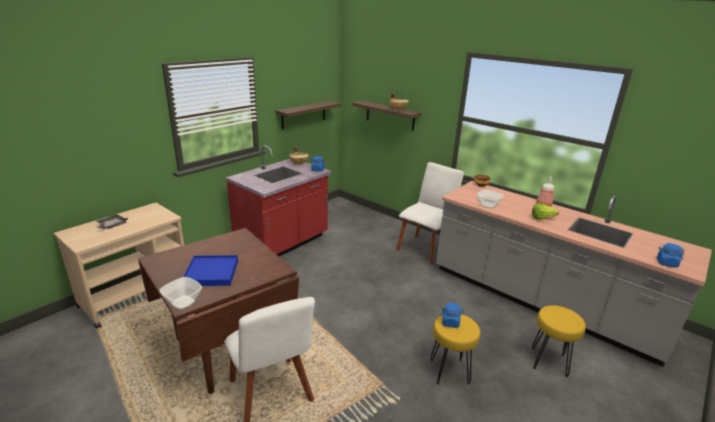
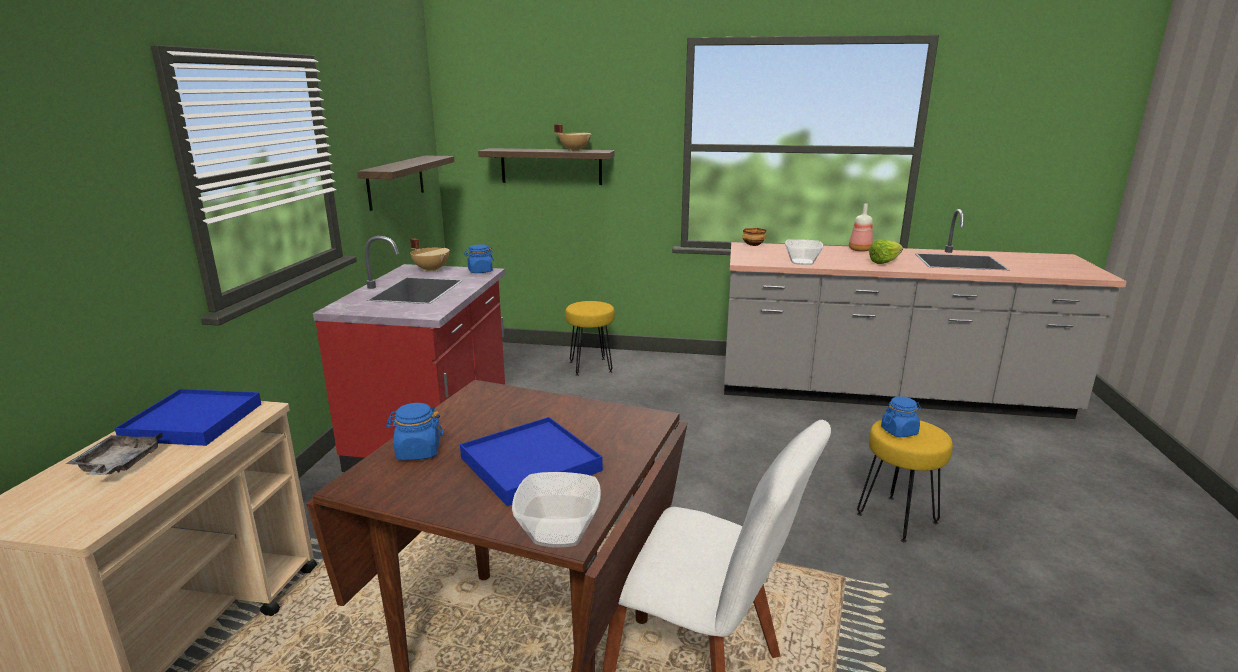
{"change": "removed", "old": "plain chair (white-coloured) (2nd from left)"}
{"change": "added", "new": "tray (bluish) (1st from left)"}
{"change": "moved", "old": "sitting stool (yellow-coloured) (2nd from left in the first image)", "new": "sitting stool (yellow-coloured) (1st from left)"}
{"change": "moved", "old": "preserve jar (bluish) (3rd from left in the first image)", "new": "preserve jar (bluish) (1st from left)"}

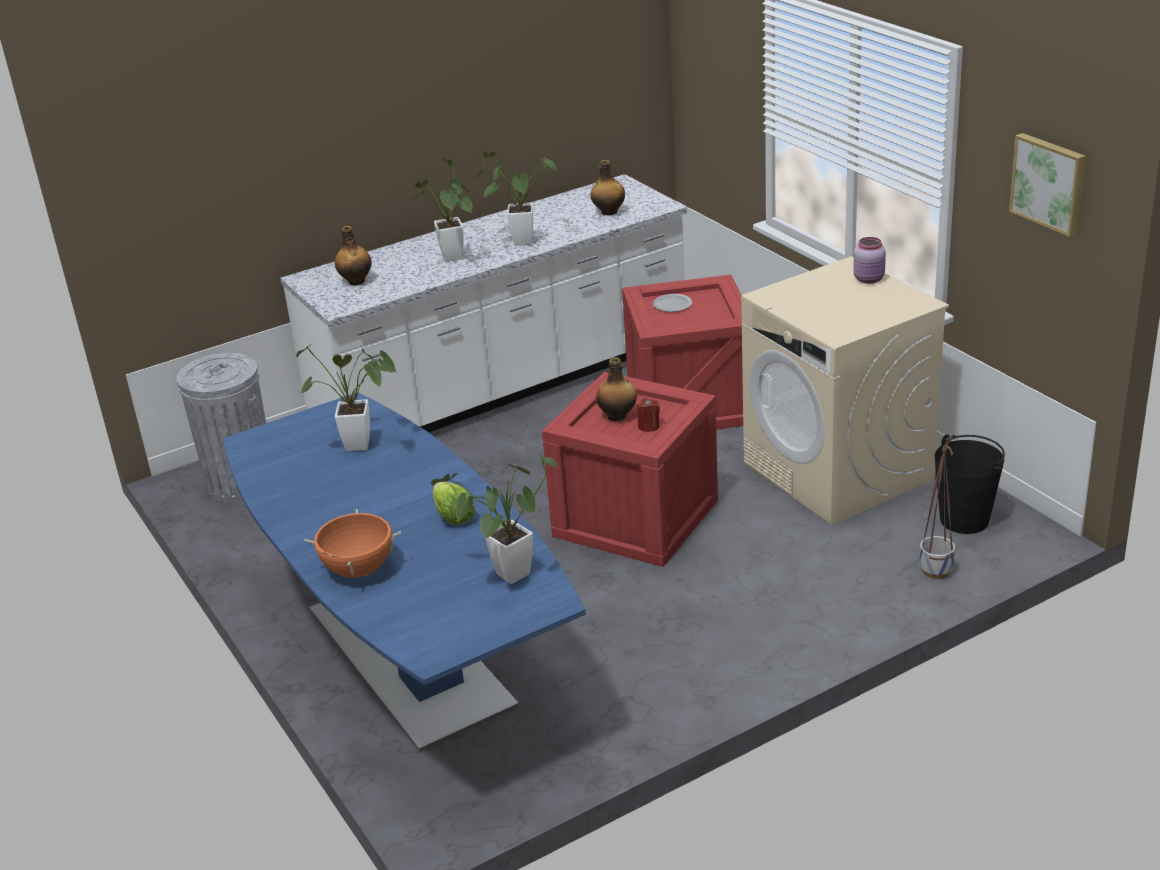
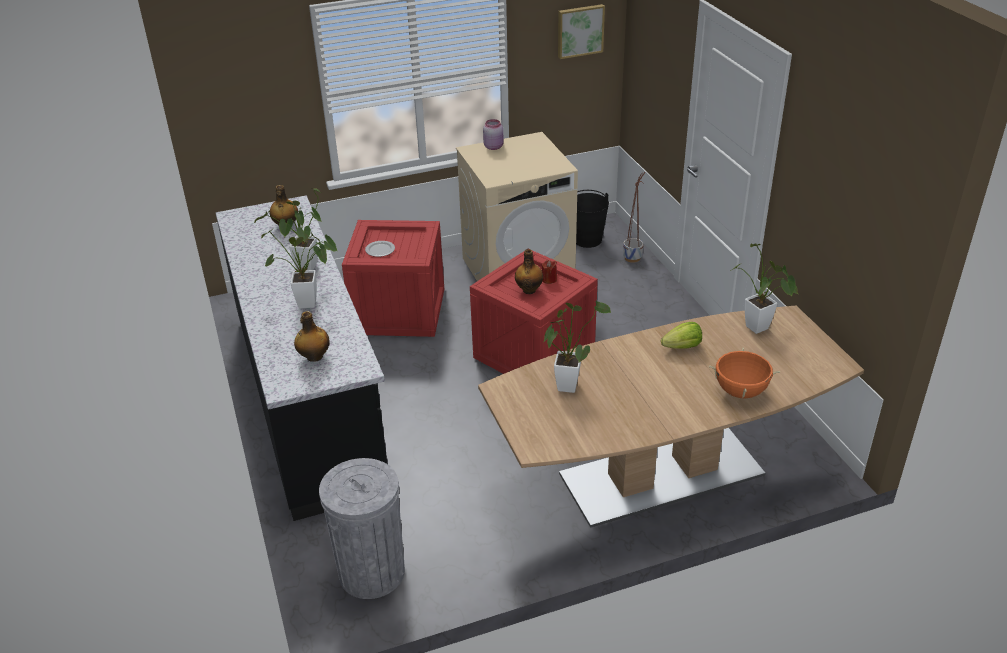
{"change": "recoloured", "old": "kitchen table (bluish)", "new": "kitchen table (brown)"}
{"change": "recoloured", "old": "kitchen counter (white-coloured)", "new": "kitchen counter (blackish)"}

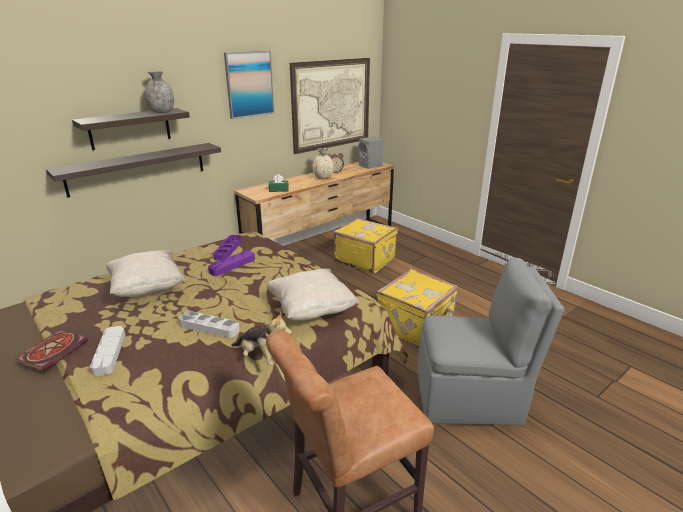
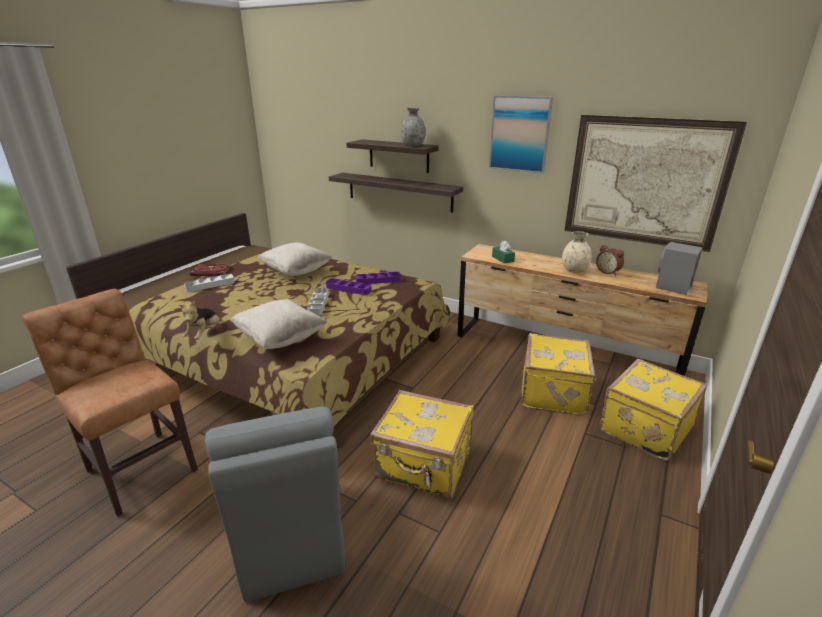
{"change": "added", "new": "travel case (yellow-coloured) (3rd from left)"}
{"change": "moved", "old": "tray (gray) (2nd from left)"}

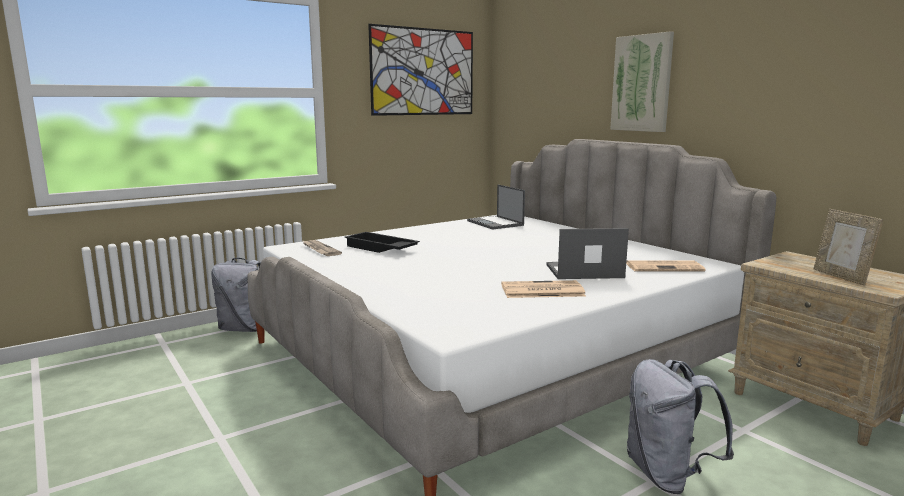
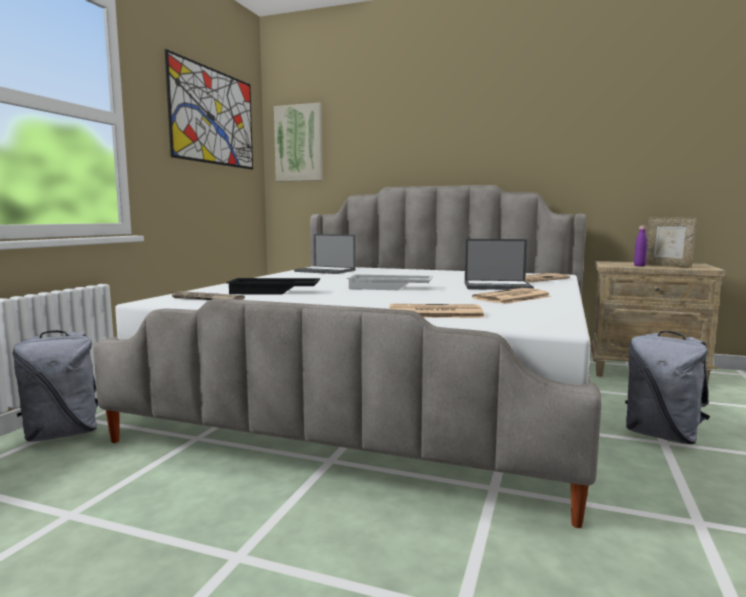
{"change": "added", "new": "tray (white-coloured)"}
{"change": "added", "new": "newspaper (2nd from left)"}
{"change": "added", "new": "bottle (purple-coloured)"}
{"change": "moved", "old": "picture (2nd from left)"}
{"change": "turned", "old": "laptop (2nd from left)", "degrees": -135}

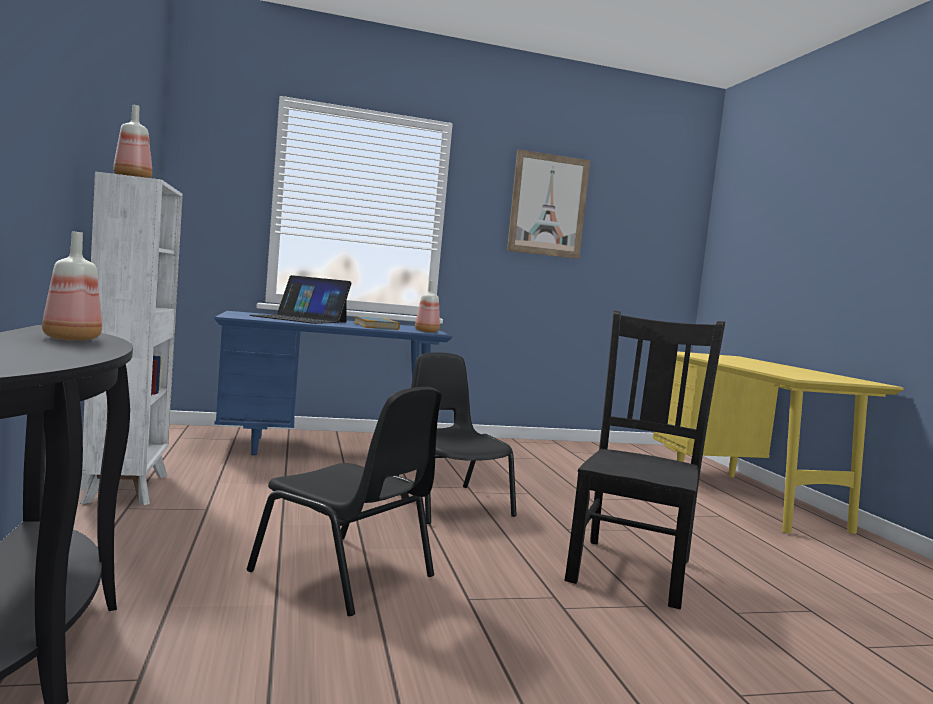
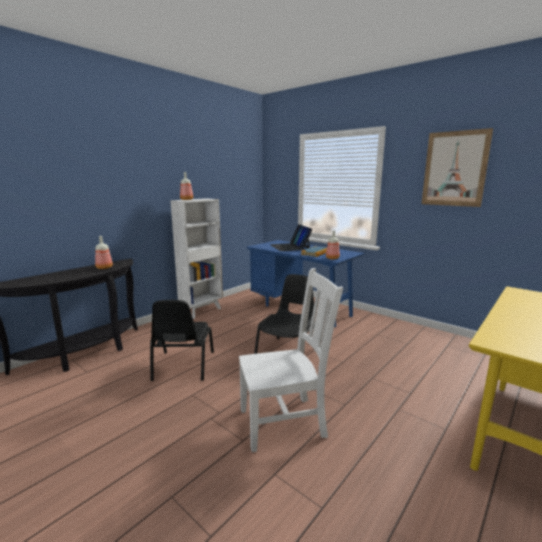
{"change": "recoloured", "old": "plain chair (blackish) (3rd from left)", "new": "plain chair (white-coloured)"}

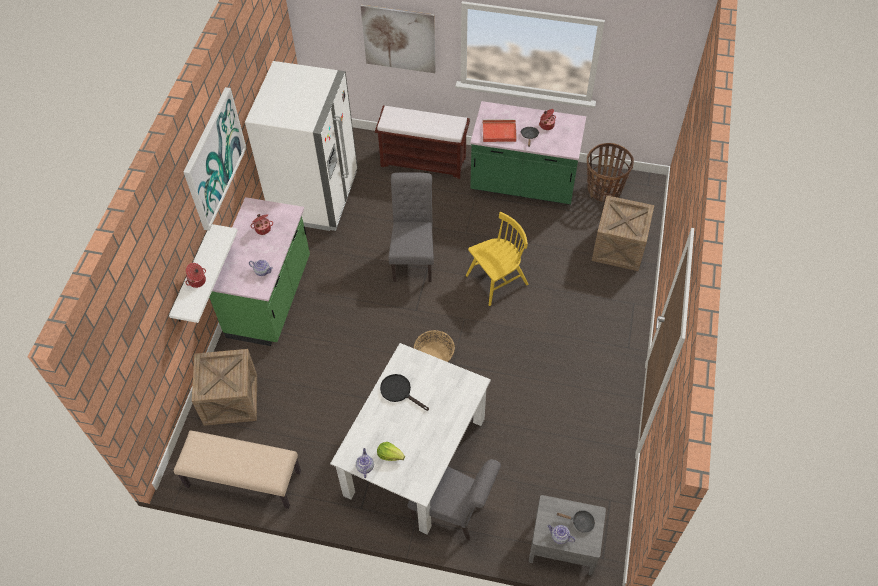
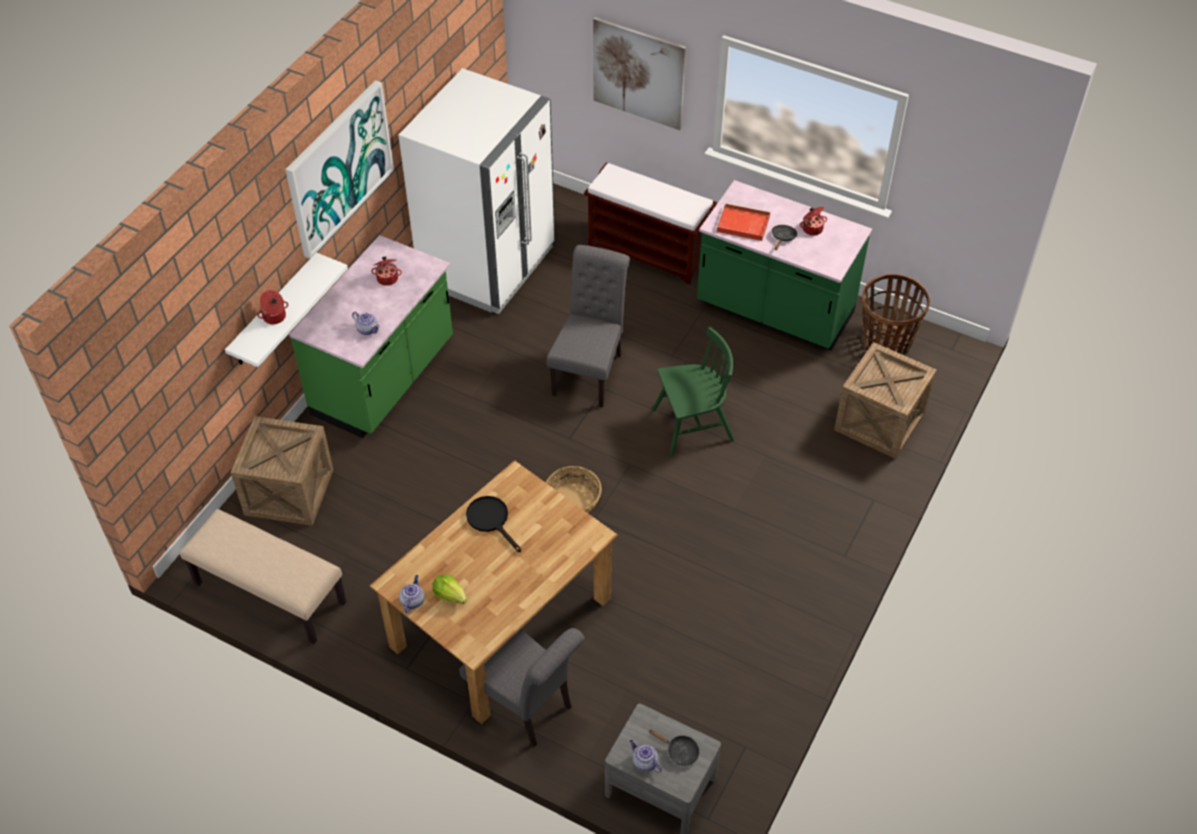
{"change": "recoloured", "old": "kitchen table (white-coloured)", "new": "kitchen table (brown)"}
{"change": "recoloured", "old": "plain chair (yellow-coloured)", "new": "plain chair (green)"}

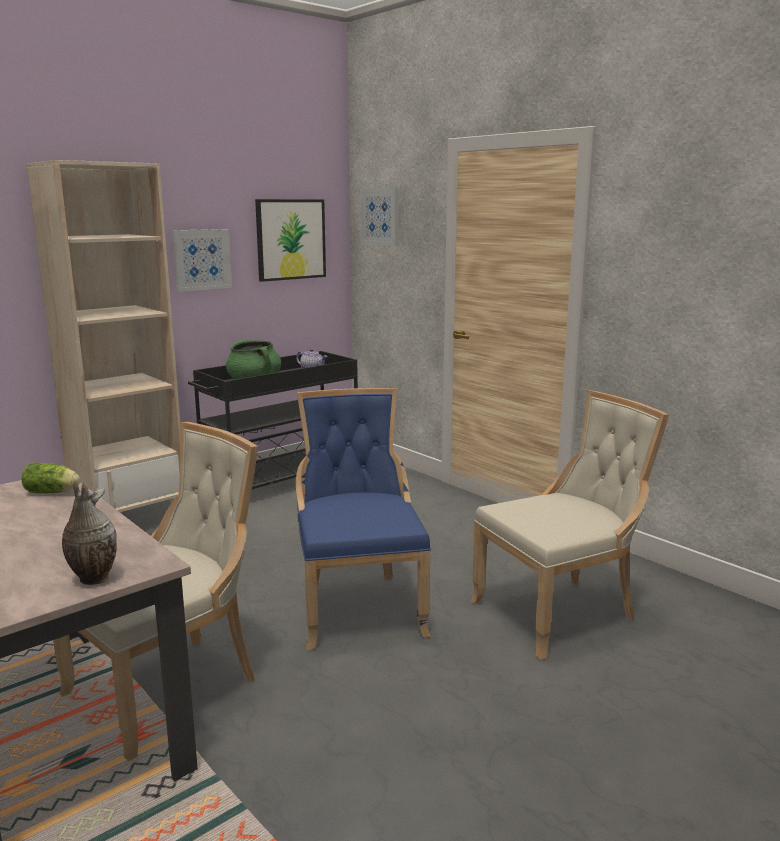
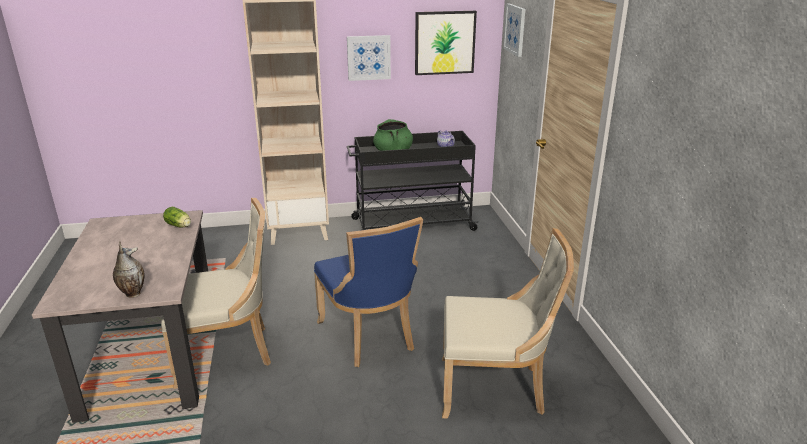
{"change": "turned", "old": "plain chair (bluish)", "degrees": 135}

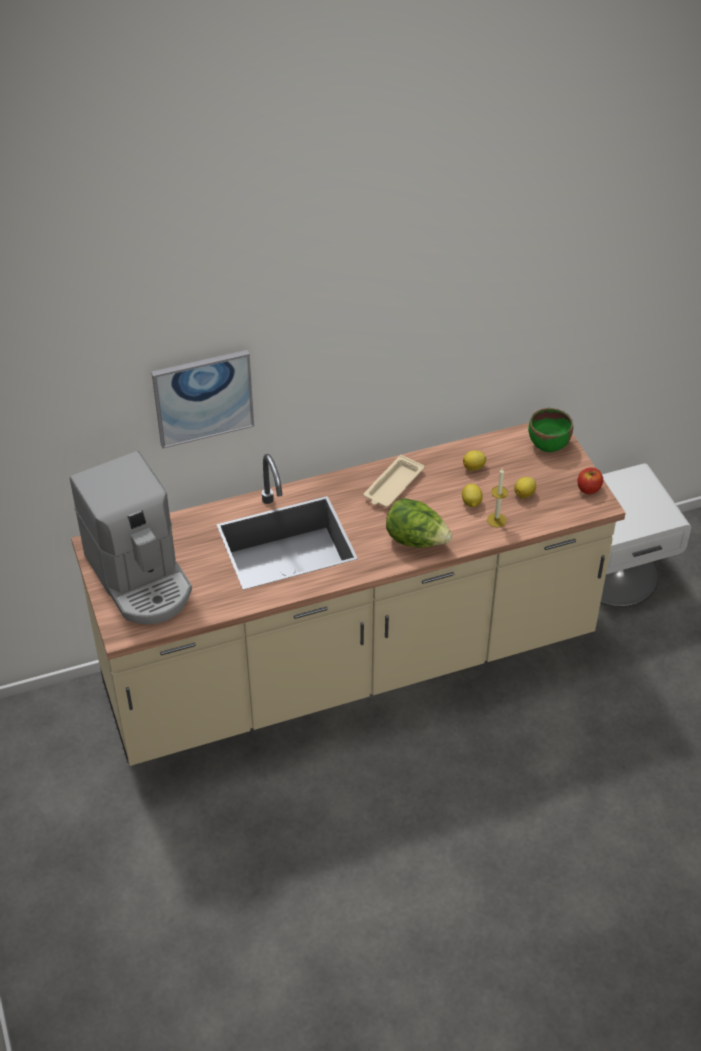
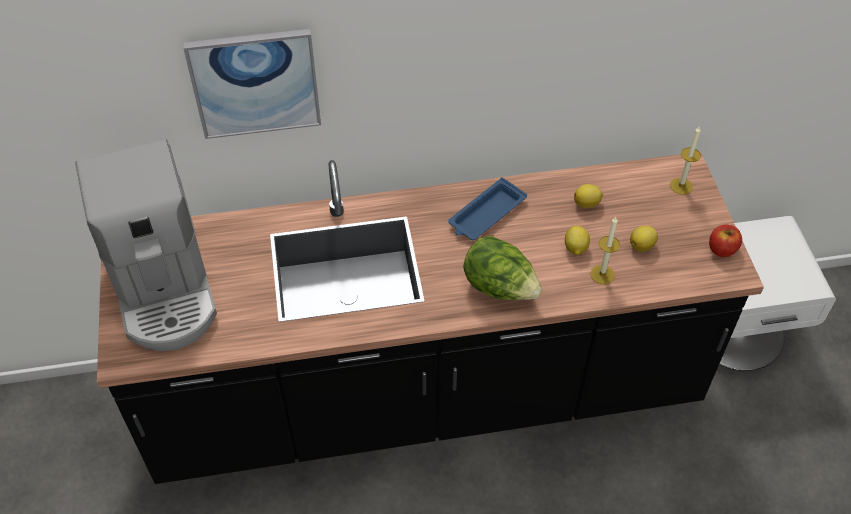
{"change": "replaced", "old": "deep dish (green)", "new": "wax candle (2nd from left)"}
{"change": "recoloured", "old": "kitchen counter (beige-coloured)", "new": "kitchen counter (blackish)"}
{"change": "recoloured", "old": "tray (beige-coloured)", "new": "tray (bluish)"}

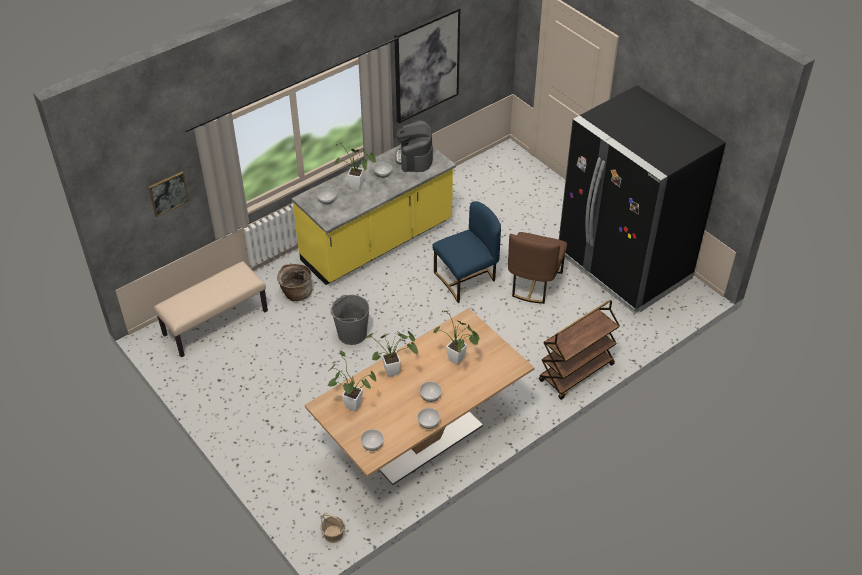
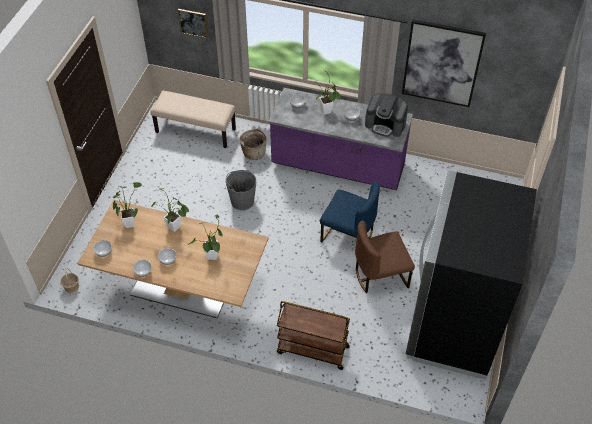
{"change": "recoloured", "old": "kitchen counter (yellow-coloured)", "new": "kitchen counter (purple-coloured)"}
{"change": "turned", "old": "coffee machine", "degrees": -120}

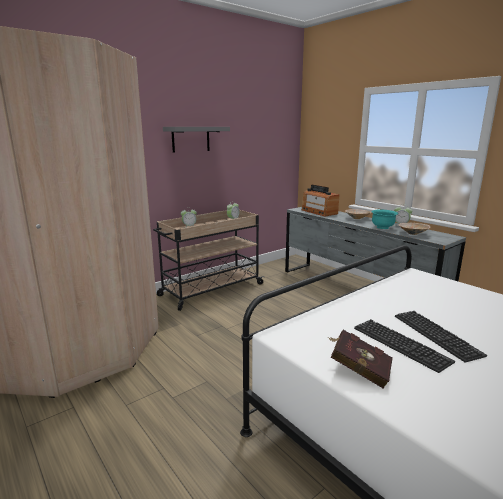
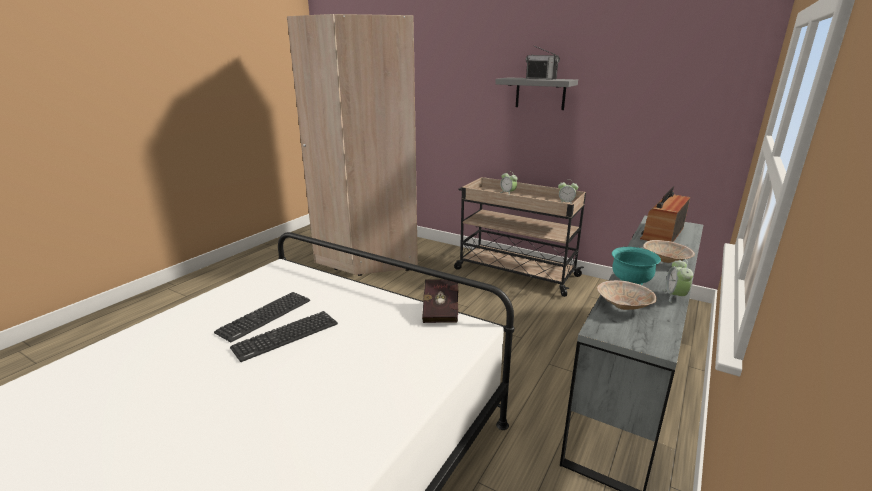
{"change": "added", "new": "radio receiver (1st from left)"}
{"change": "moved", "old": "book (red-coloured)"}

